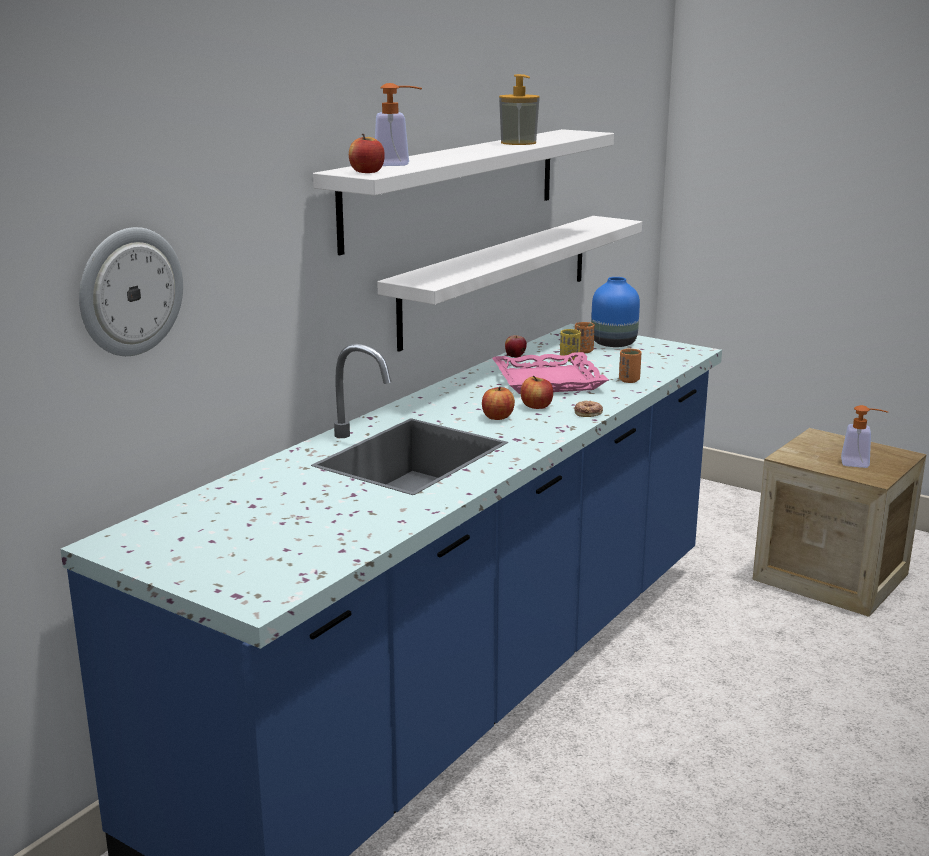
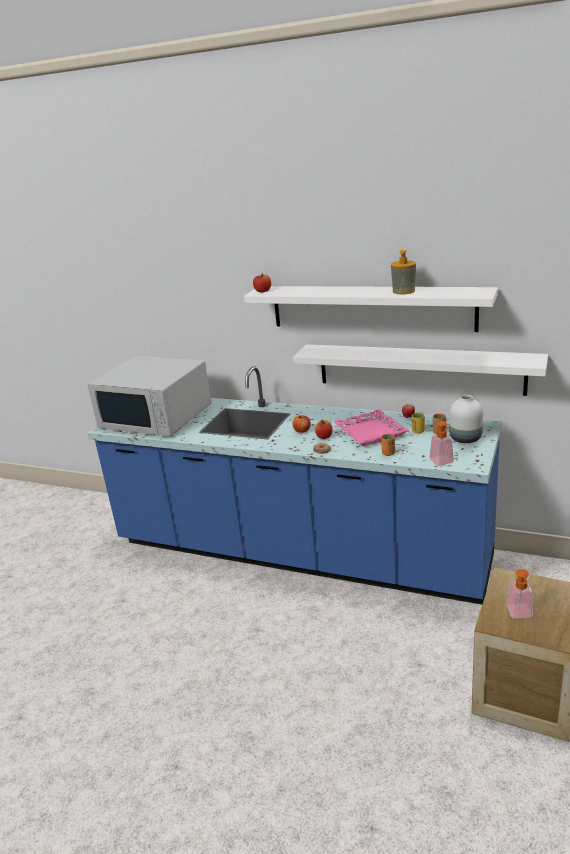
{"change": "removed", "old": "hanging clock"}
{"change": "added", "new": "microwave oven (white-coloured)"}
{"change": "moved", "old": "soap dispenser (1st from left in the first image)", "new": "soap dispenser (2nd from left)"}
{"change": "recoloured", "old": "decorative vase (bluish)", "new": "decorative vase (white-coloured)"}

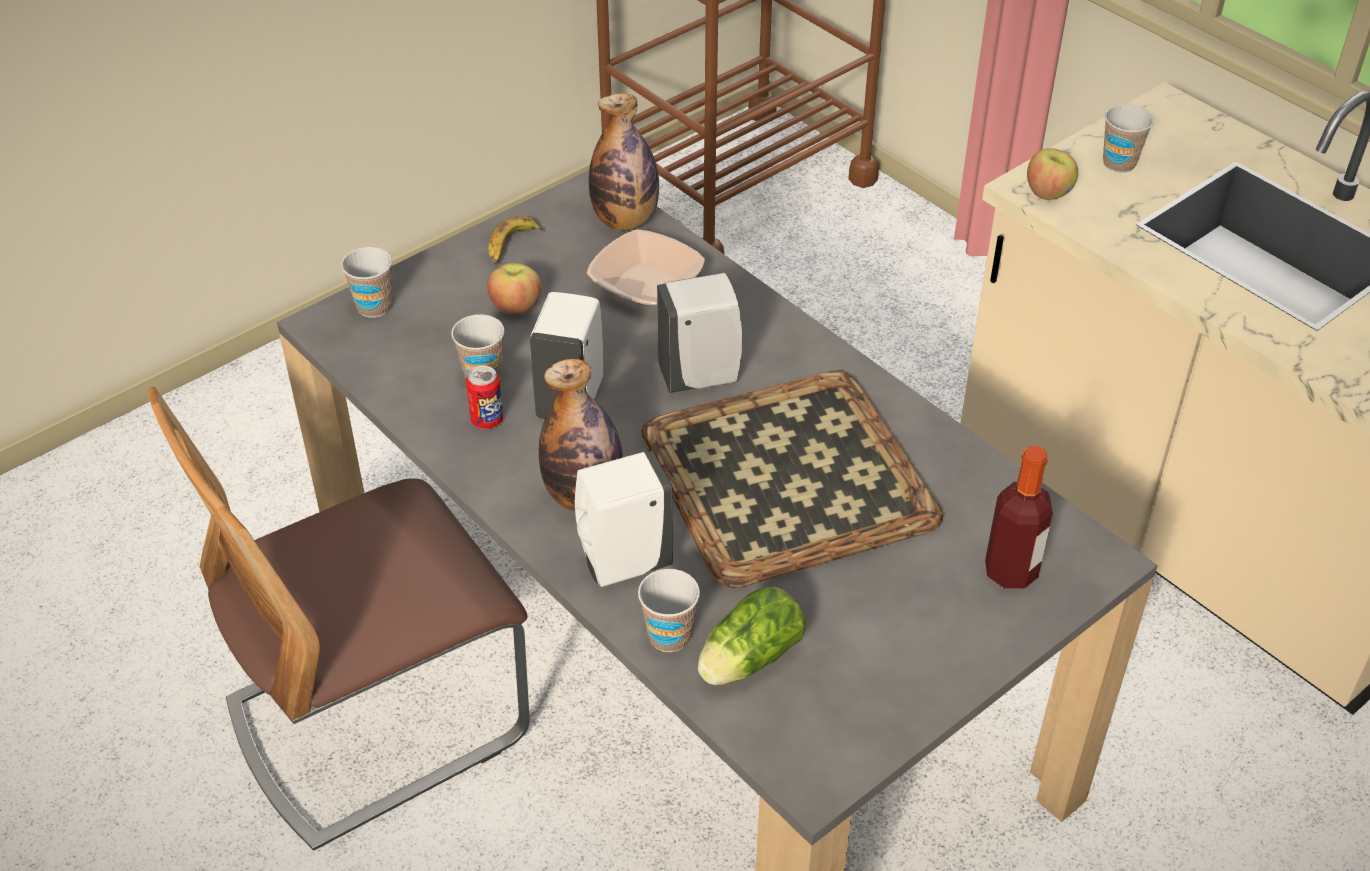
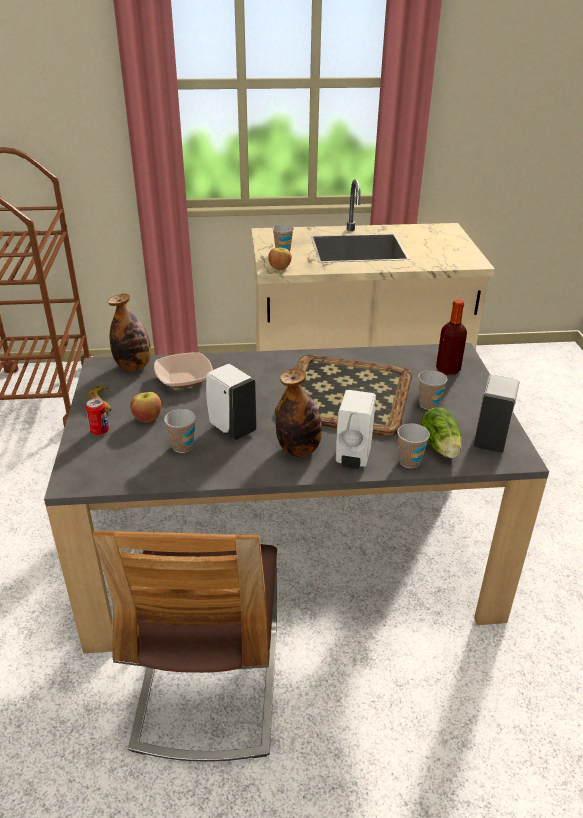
{"change": "moved", "old": "small cup (1st from left in the first image)", "new": "small cup (4th from left)"}
{"change": "moved", "old": "sealed can"}
{"change": "moved", "old": "soap dispenser (white-coloured) (3rd from left)"}

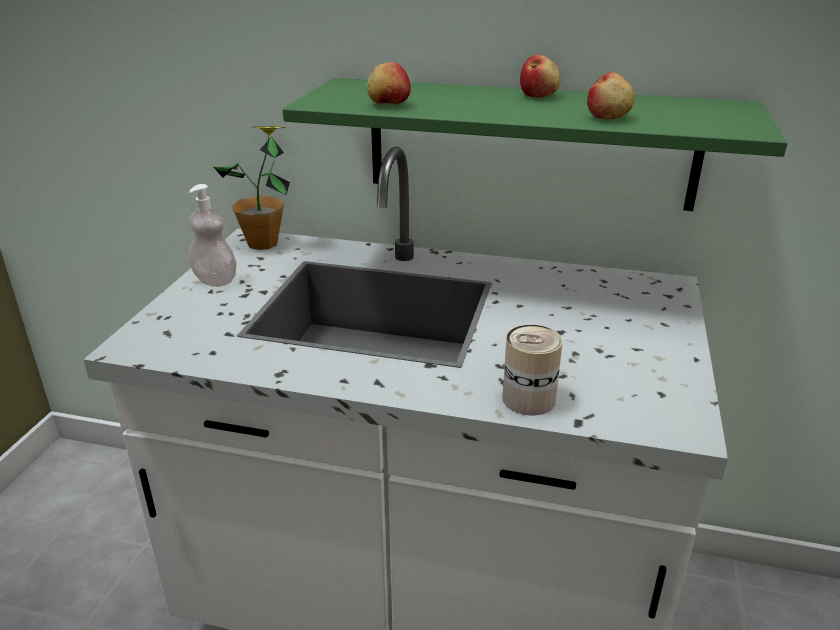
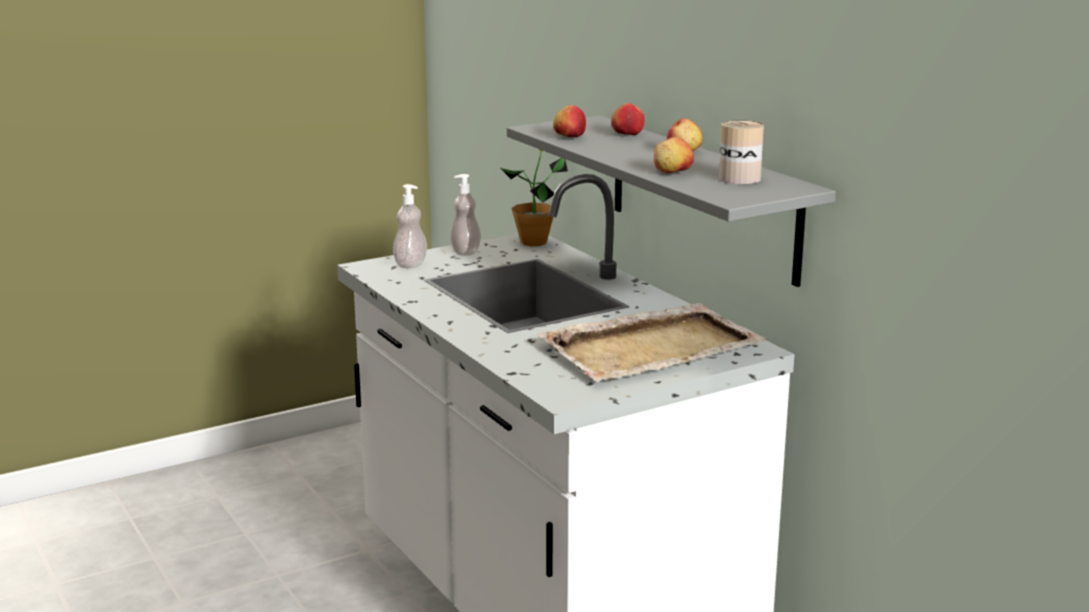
{"change": "added", "new": "soap dispenser (1st from left)"}
{"change": "added", "new": "tray (beige-coloured)"}
{"change": "added", "new": "apple fruit (2nd from left)"}
{"change": "moved", "old": "sealed can"}
{"change": "recoloured", "old": "bracket shelf (green)", "new": "bracket shelf (gray)"}

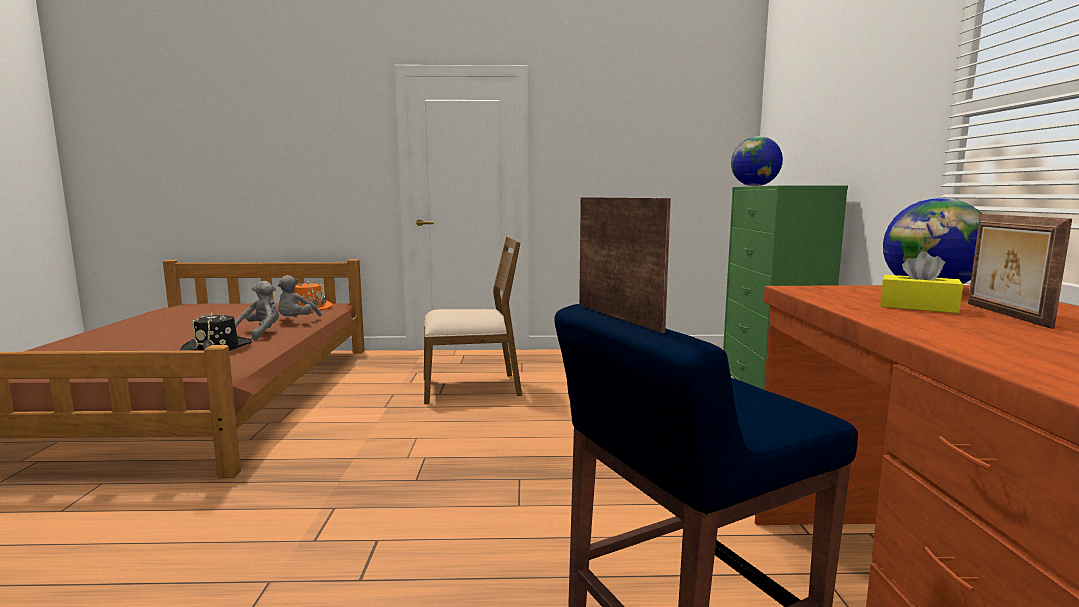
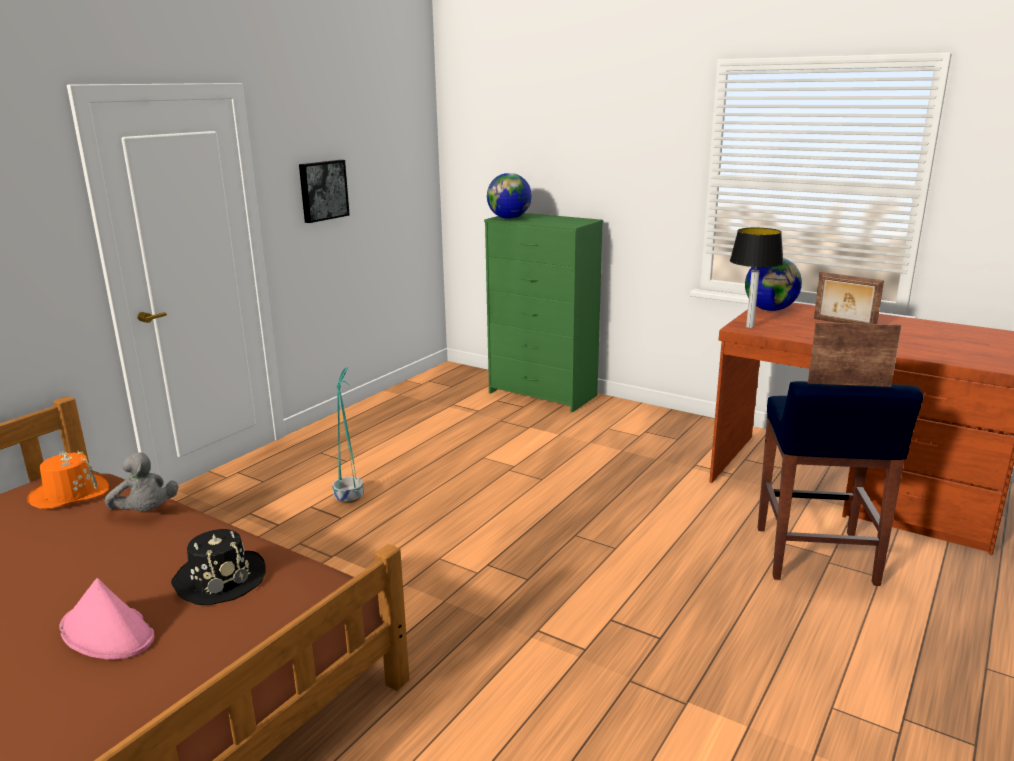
{"change": "removed", "old": "plush toy (gray) (1st from left)"}
{"change": "removed", "old": "tissue box (yellow-coloured)"}
{"change": "added", "new": "clothing hat (pink)"}
{"change": "added", "new": "picture"}
{"change": "added", "new": "tabletop lamp"}
{"change": "replaced", "old": "plain chair (brown)", "new": "plant pot (turquoise-coloured)"}

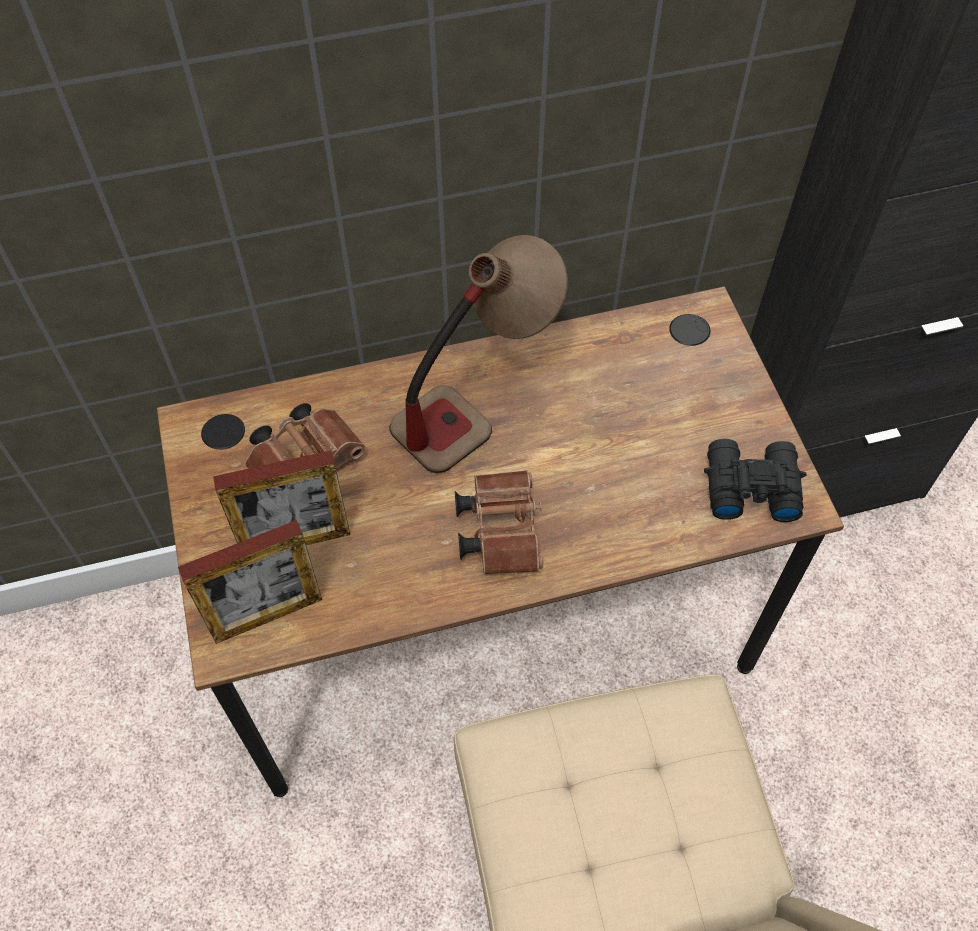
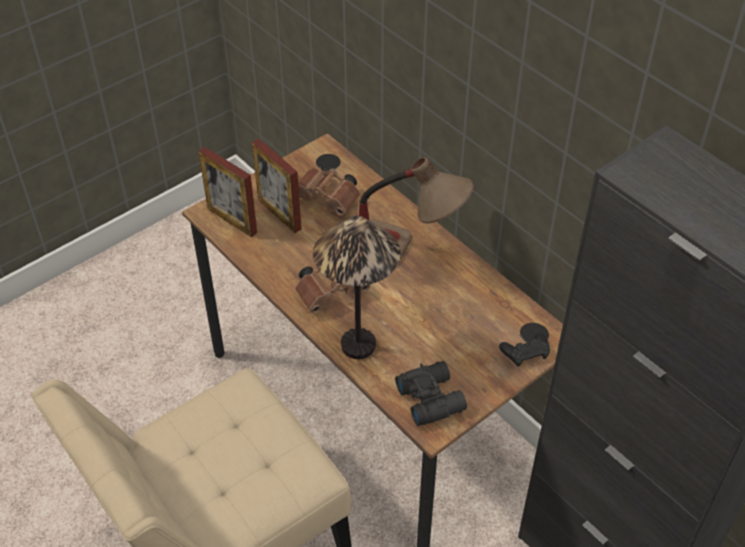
{"change": "added", "new": "tabletop lamp (1st from left)"}
{"change": "added", "new": "gamepad (blackish)"}

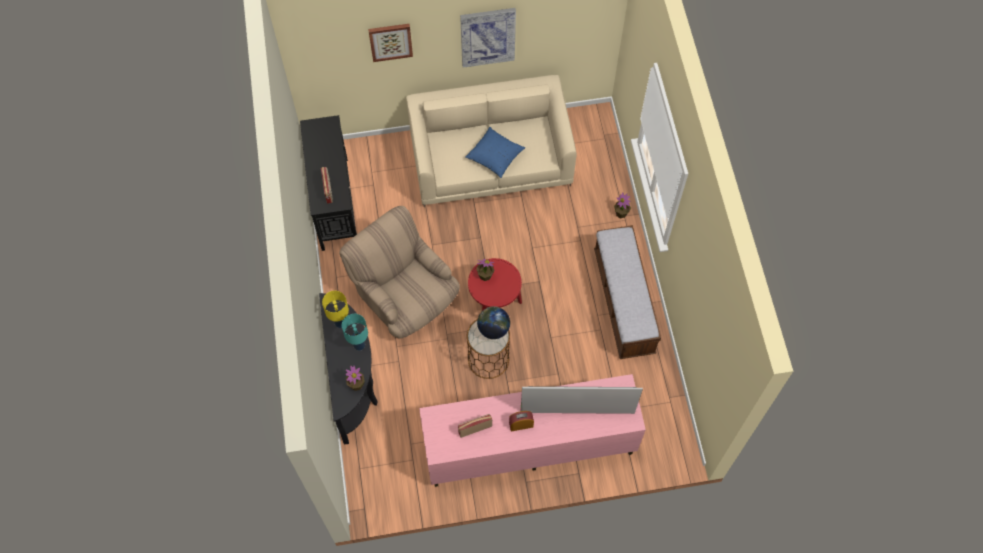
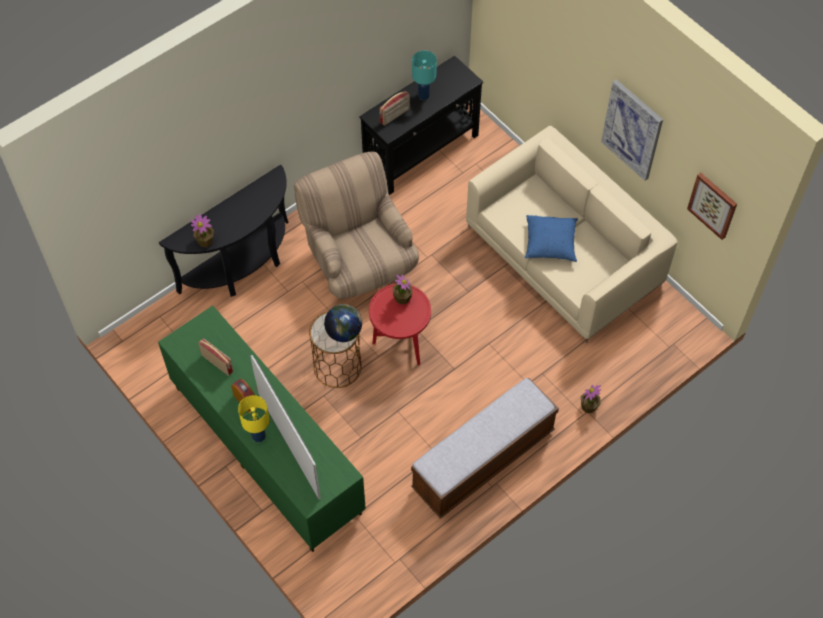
{"change": "moved", "old": "tabletop lamp (yellow-coloured)"}
{"change": "moved", "old": "tabletop lamp (turquoise-coloured)"}
{"change": "moved", "old": "picture (1st from left in the first image)", "new": "picture (2nd from left)"}
{"change": "recoloured", "old": "media console (pink)", "new": "media console (green)"}
{"change": "turned", "old": "armchair (beige-coloured)", "degrees": -45}

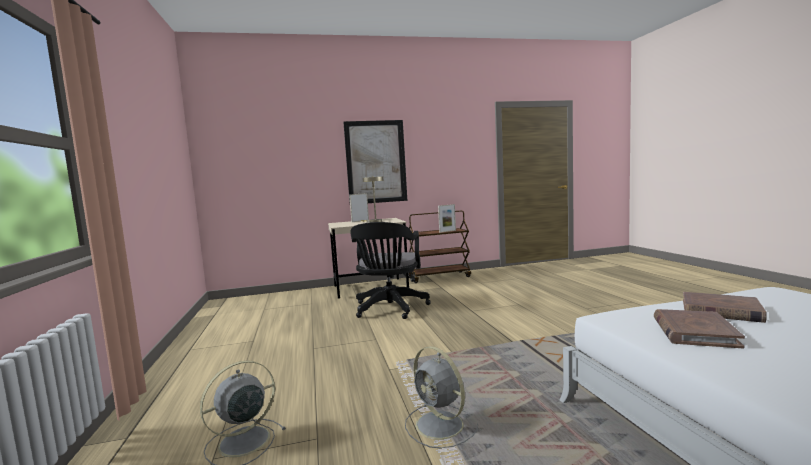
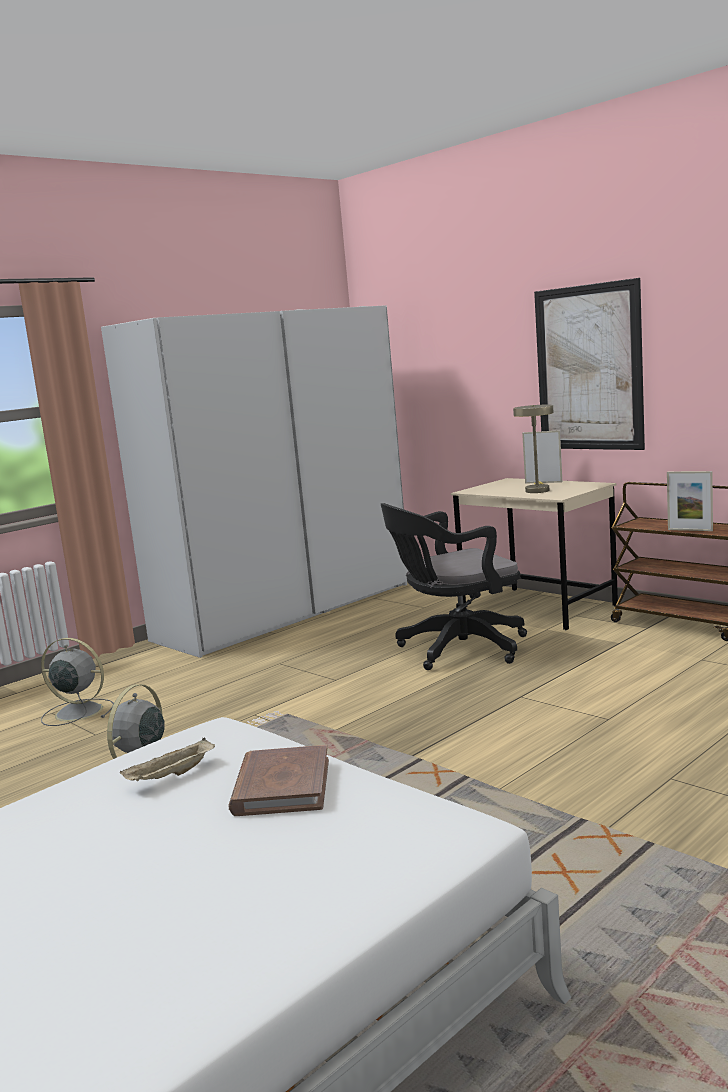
{"change": "added", "new": "wardrobe (white-coloured)"}
{"change": "replaced", "old": "book (brown) (1st from left)", "new": "tray (beige-coloured)"}

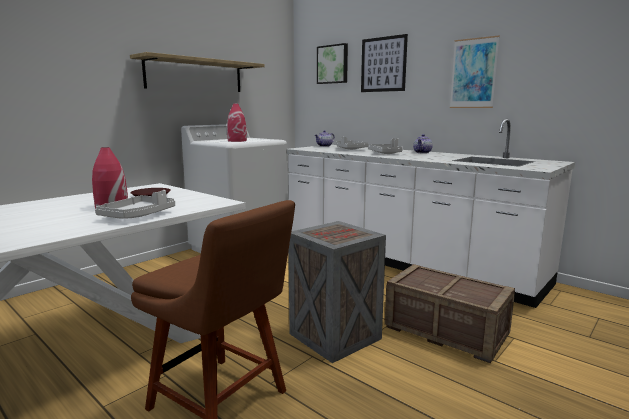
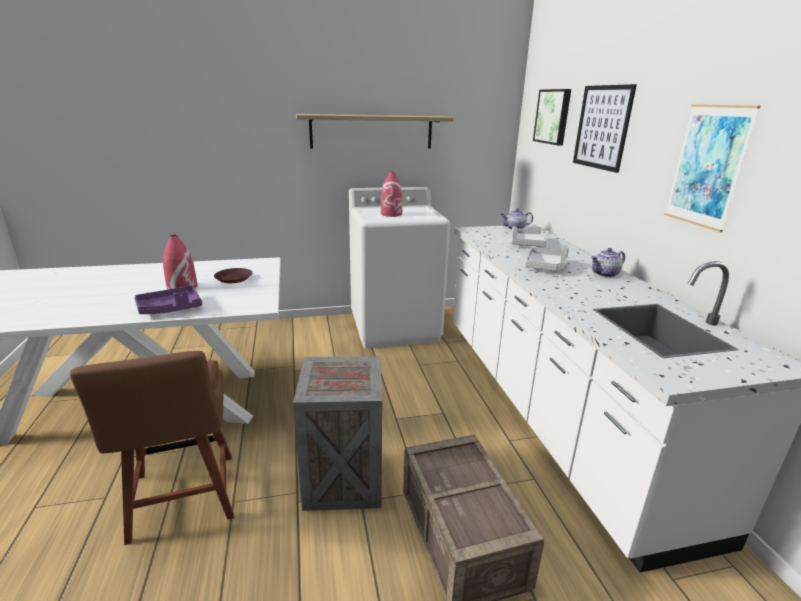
{"change": "recoloured", "old": "tray (gray) (1st from left)", "new": "tray (purple-coloured)"}

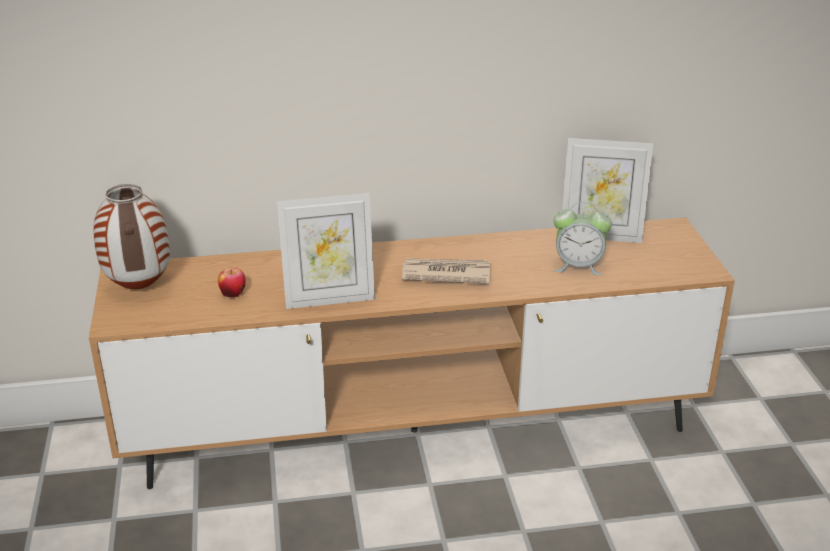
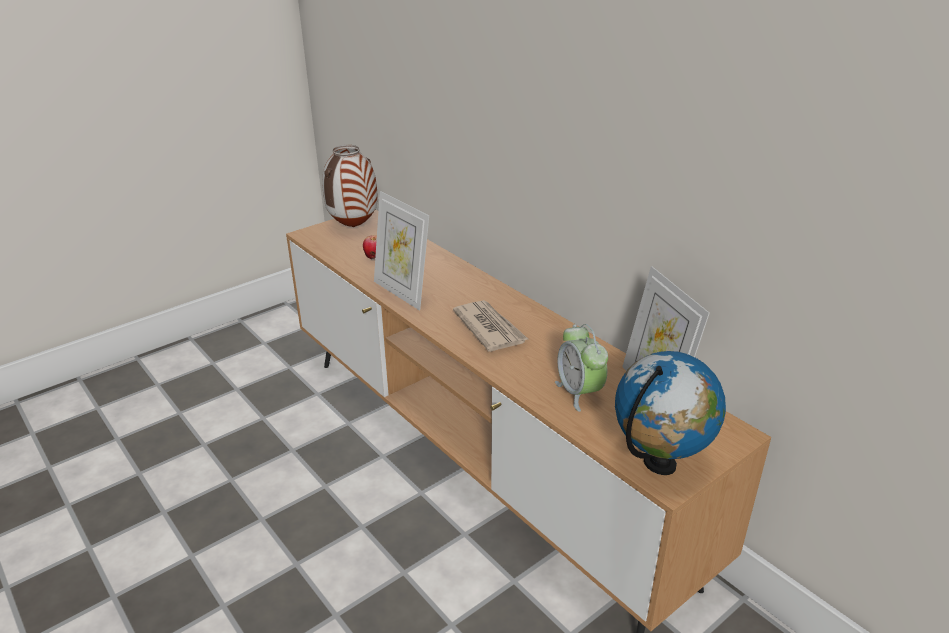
{"change": "added", "new": "world globe"}

